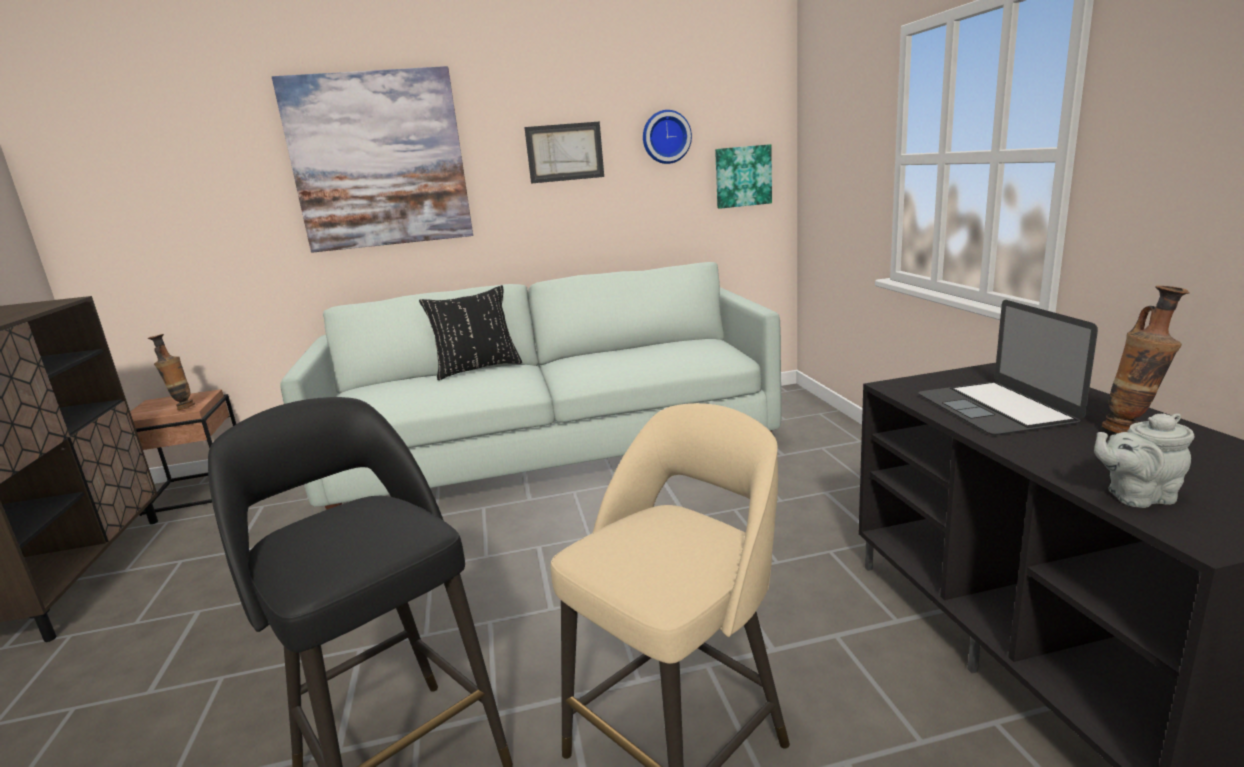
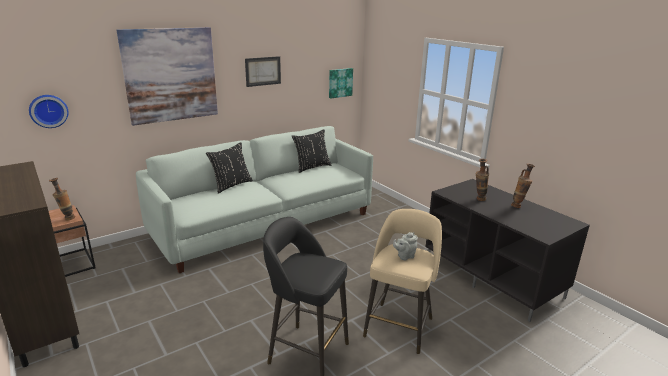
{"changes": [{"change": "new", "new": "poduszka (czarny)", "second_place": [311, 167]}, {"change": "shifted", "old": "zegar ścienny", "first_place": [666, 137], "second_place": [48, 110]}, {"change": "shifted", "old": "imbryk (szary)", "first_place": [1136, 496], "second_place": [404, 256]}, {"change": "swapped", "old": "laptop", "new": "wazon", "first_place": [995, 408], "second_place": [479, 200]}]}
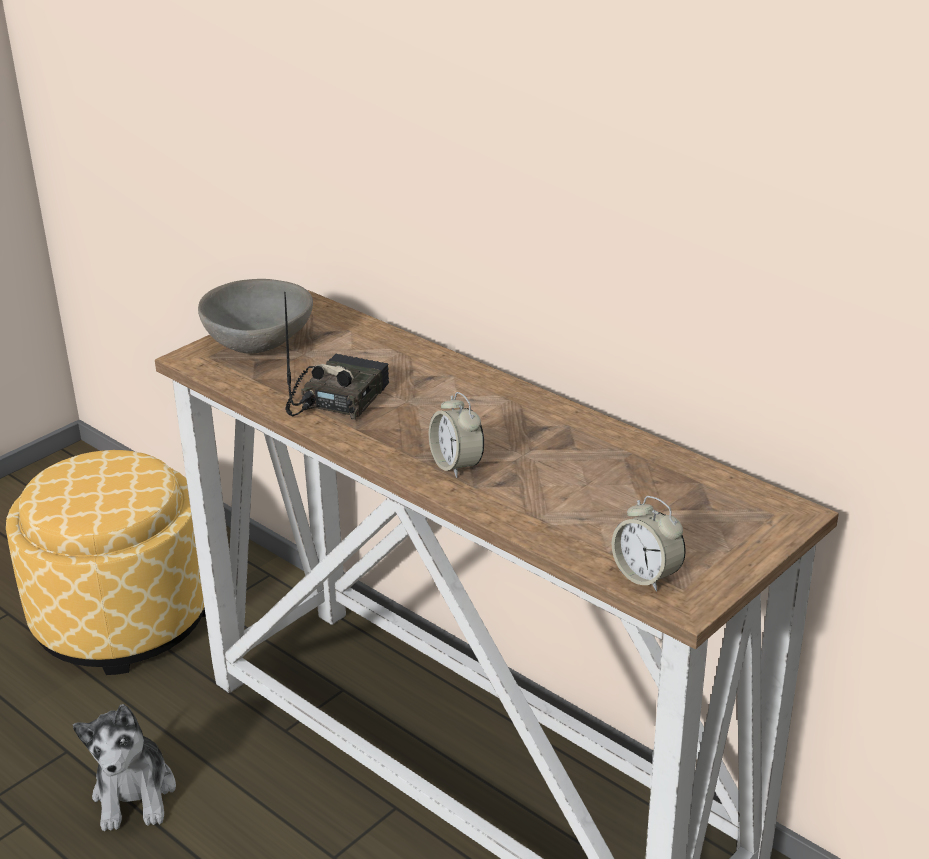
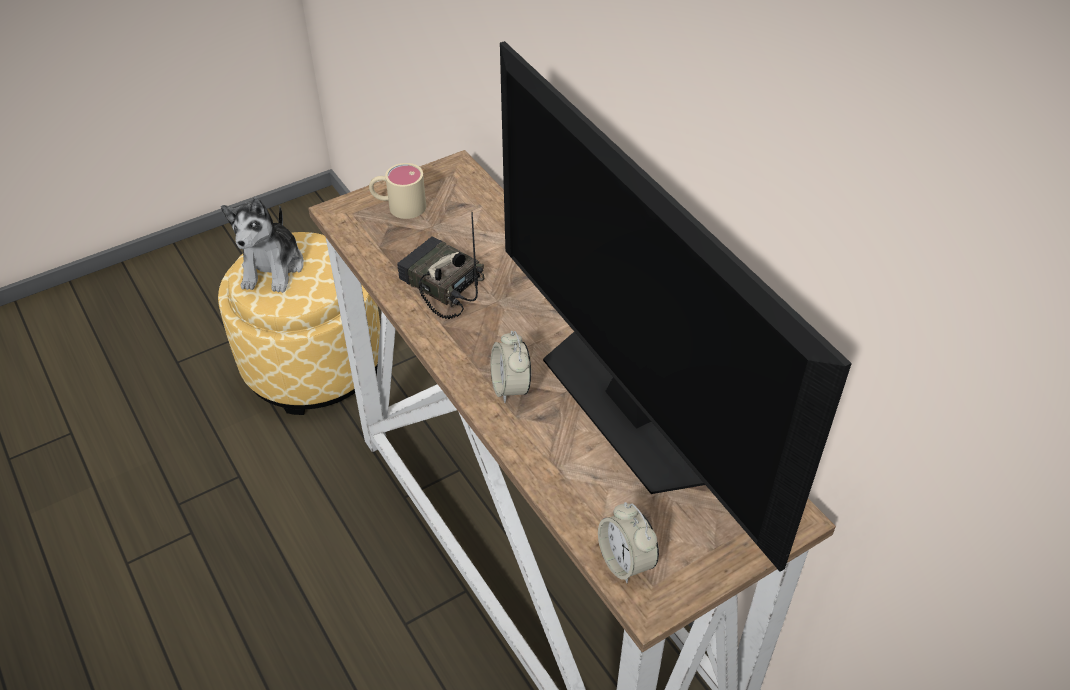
{"changes": [{"change": "new", "new": "telewizor", "second_place": [630, 407]}, {"change": "shifted", "old": "pluszak", "first_place": [135, 794], "second_place": [273, 268]}, {"change": "swapped", "old": "miska (szary)", "new": "kubek (beżowy)", "first_place": [258, 343], "second_place": [398, 206]}, {"change": "rotated", "old": "radio", "first_place": [337, 398], "second_place": [440, 285], "degrees": -90}]}
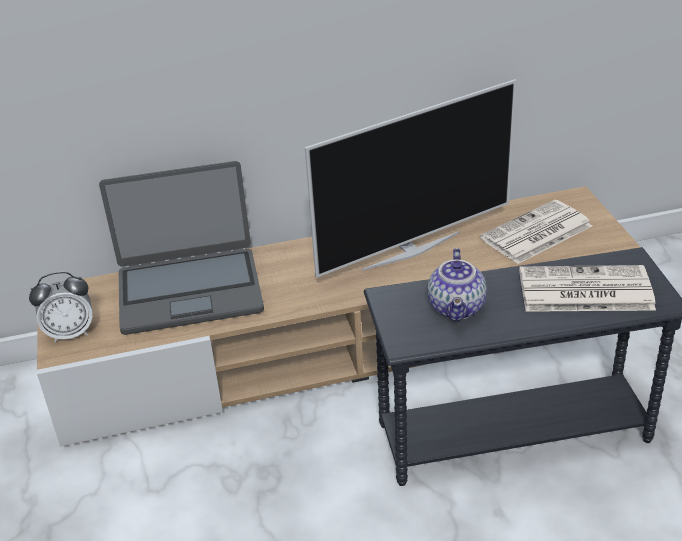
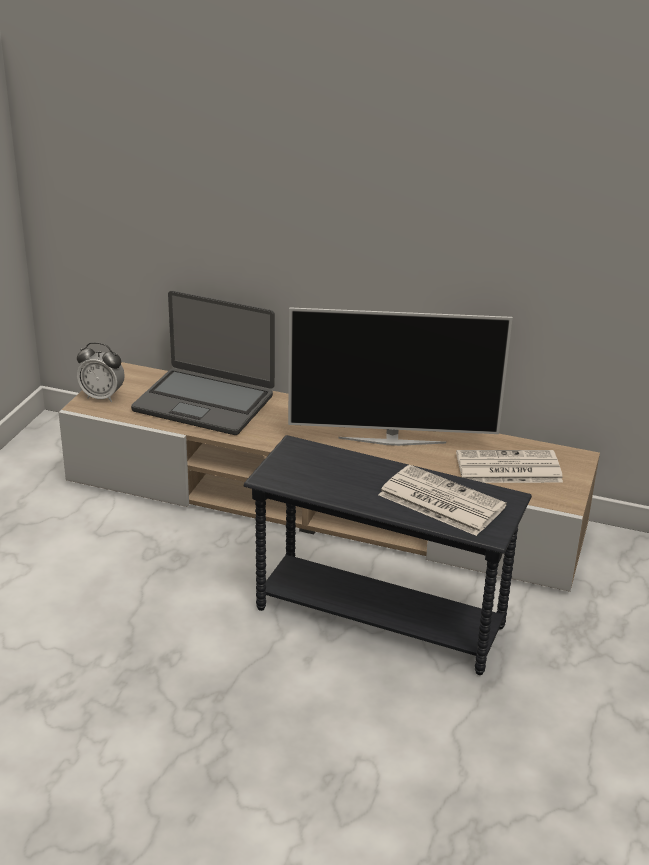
{"changes": [{"change": "gone", "old": "imbryk", "first_place": [458, 308]}]}
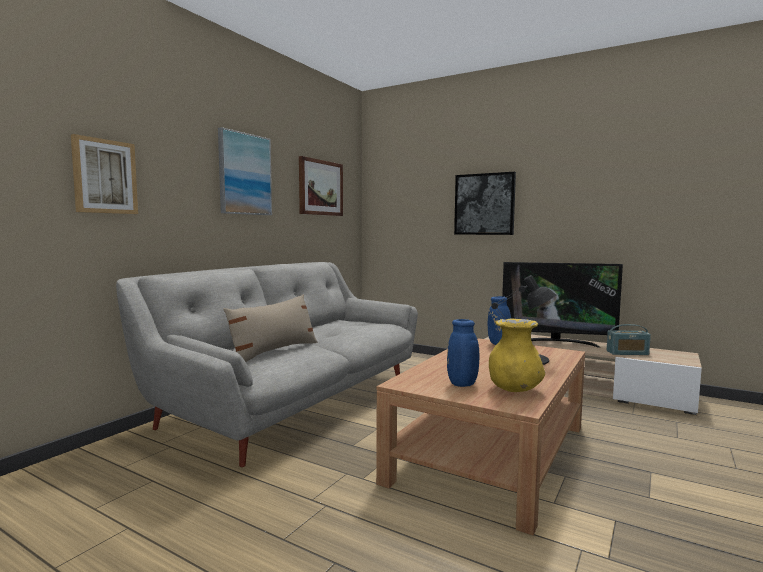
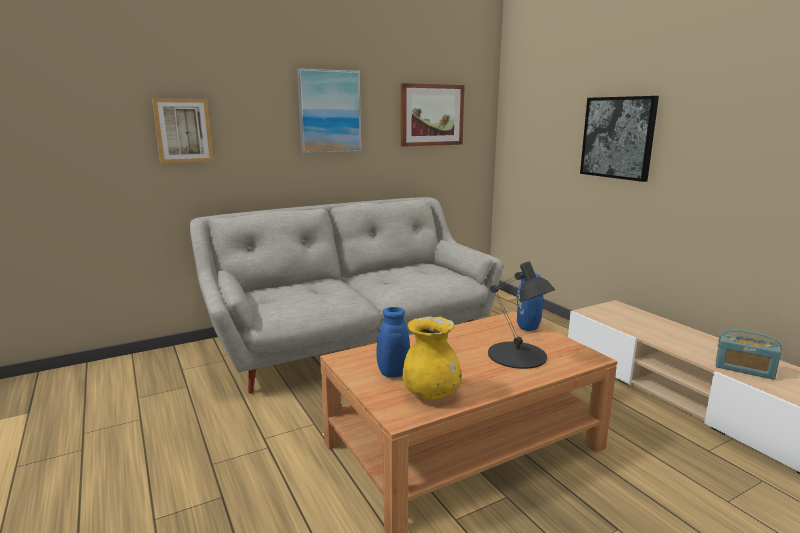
{"changes": [{"change": "gone", "old": "poduszka (beżowy)", "first_place": [274, 352]}, {"change": "gone", "old": "telewizor", "first_place": [556, 342]}]}
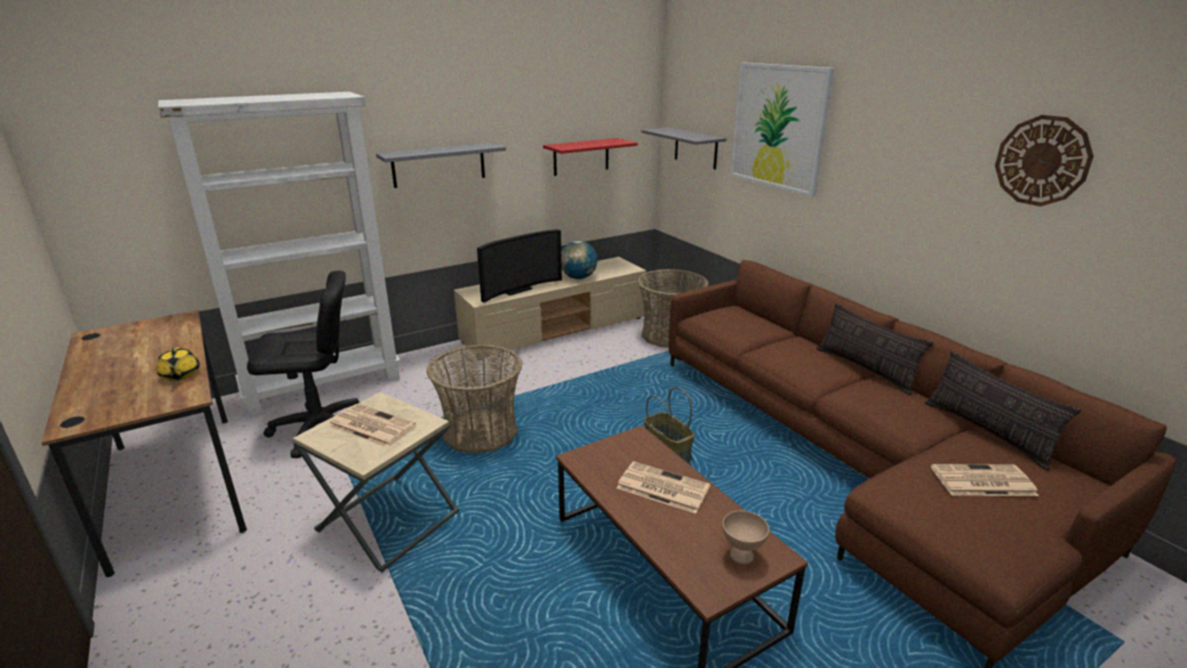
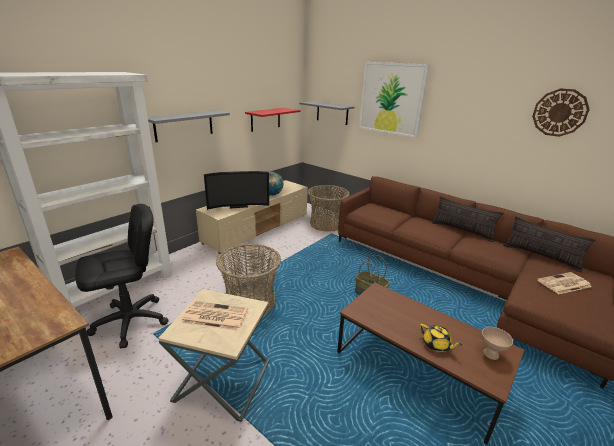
{"changes": [{"change": "gone", "old": "gazeta", "first_place": [661, 487]}, {"change": "shifted", "old": "imbryk (żółty)", "first_place": [180, 375], "second_place": [436, 345]}, {"change": "rotated", "old": "telewizor", "first_place": [516, 290], "second_place": [238, 205], "degrees": 45}]}
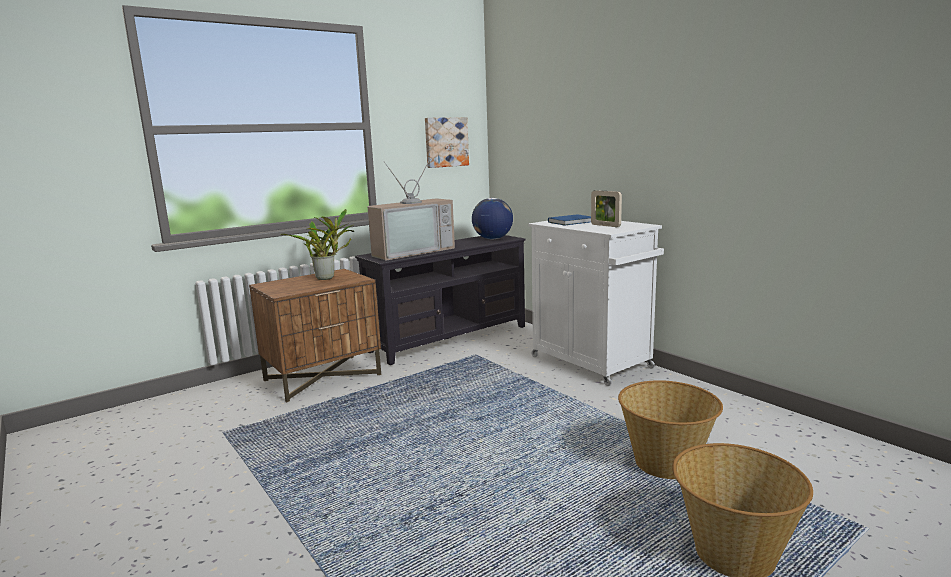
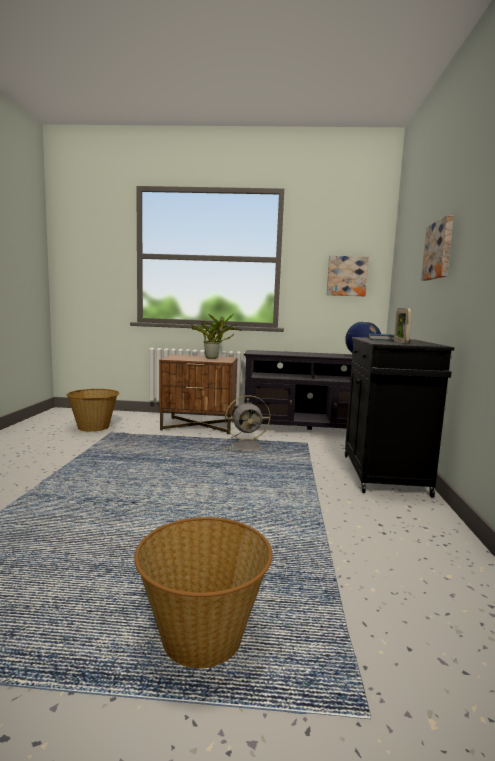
{"changes": [{"change": "gone", "old": "telewizor", "first_place": [411, 251]}, {"change": "new", "new": "wentylator (szary)", "second_place": [248, 446]}, {"change": "new", "new": "obraz", "second_place": [439, 250]}, {"change": "shifted", "old": "koszyk", "first_place": [666, 463], "second_place": [94, 427]}, {"change": "repainted", "old": "szafka (biały)", "new": "szafka (czarny)", "first_place": [592, 363], "second_place": [384, 475]}]}
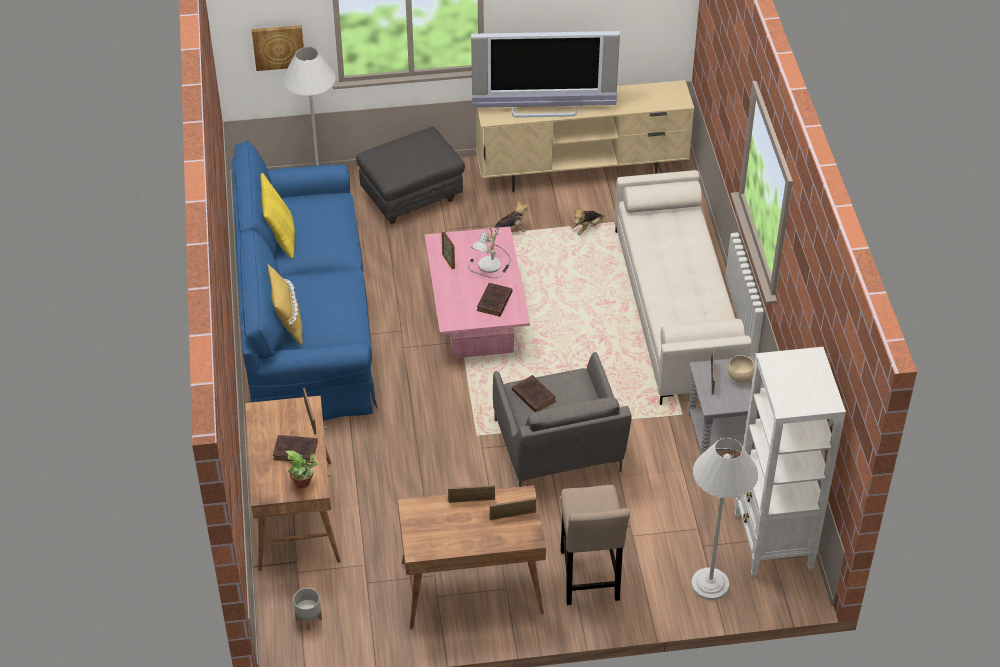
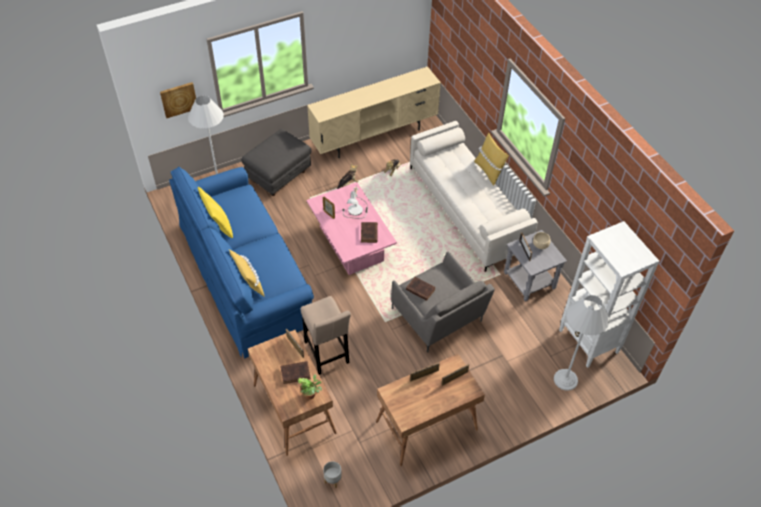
{"changes": [{"change": "gone", "old": "telewizor", "first_place": [544, 108]}, {"change": "new", "new": "poduszka (żółty)", "second_place": [488, 171]}, {"change": "shifted", "old": "stołek (beżowy)", "first_place": [589, 579], "second_place": [327, 355]}]}
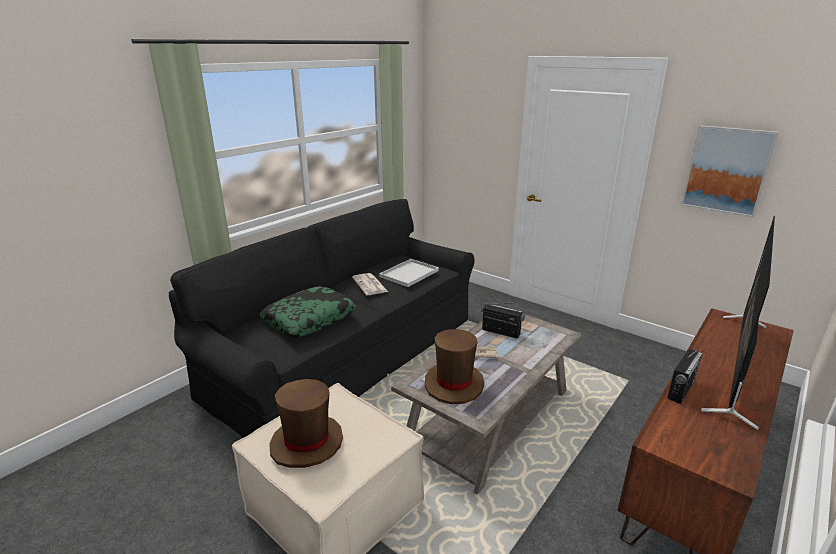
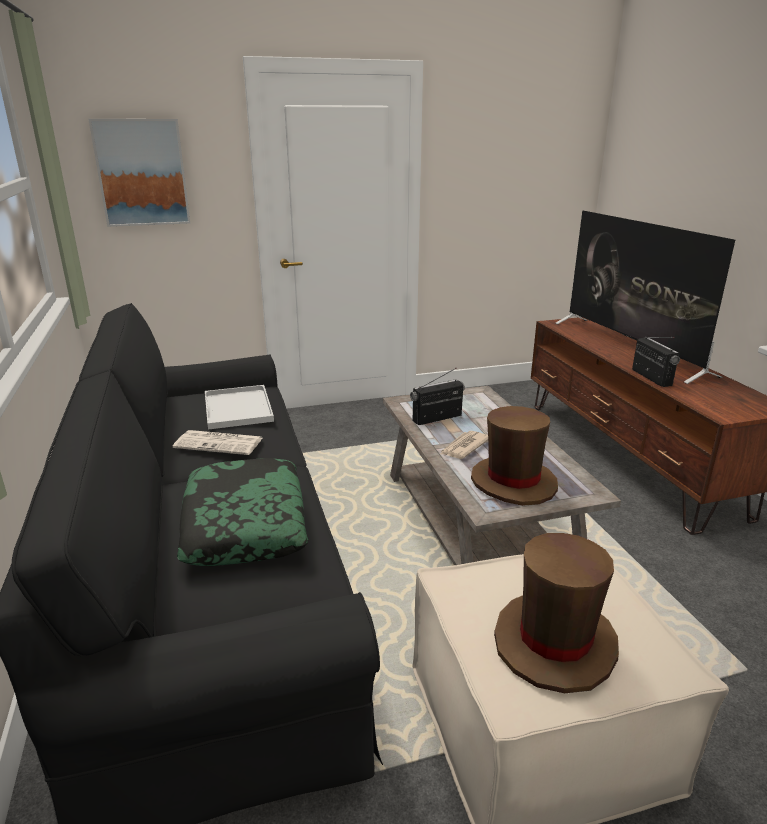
{"changes": [{"change": "shifted", "old": "obraz", "first_place": [727, 170], "second_place": [142, 173]}]}
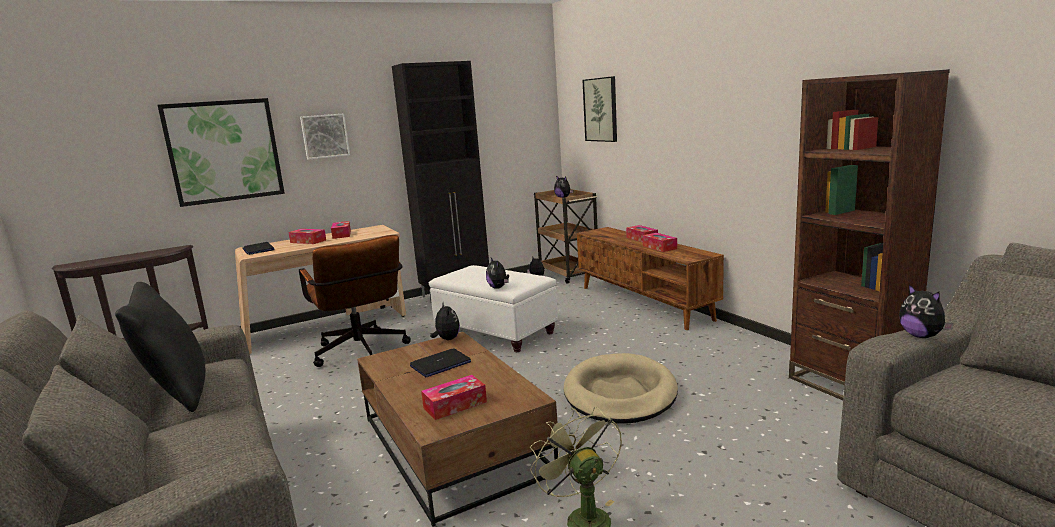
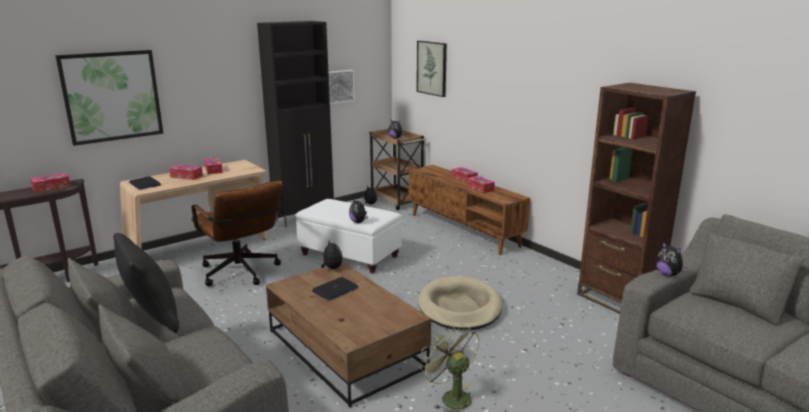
{"changes": [{"change": "shifted", "old": "obraz", "first_place": [325, 136], "second_place": [339, 86]}, {"change": "shifted", "old": "pudełko chusteczek", "first_place": [455, 405], "second_place": [51, 187]}]}
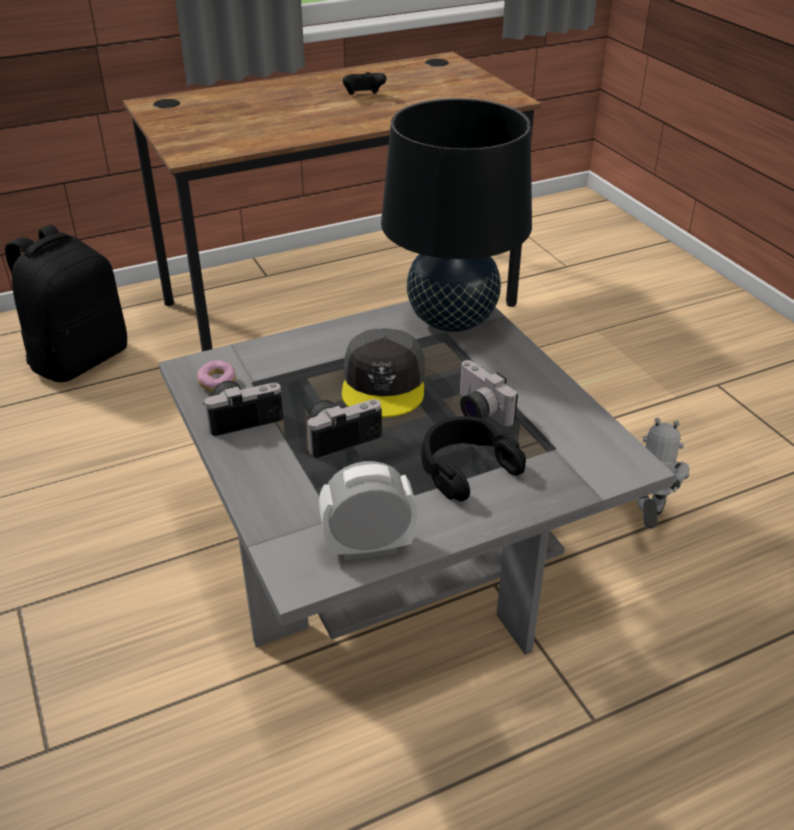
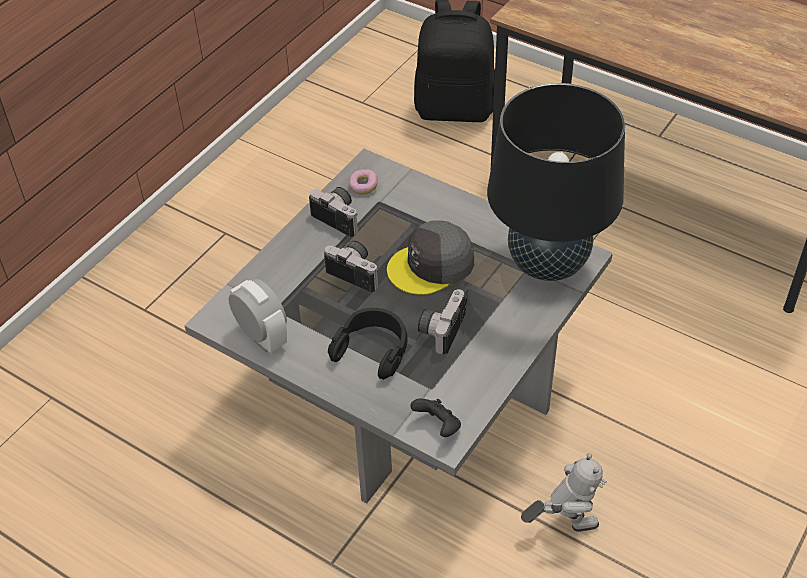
{"changes": [{"change": "shifted", "old": "pad do gier (czarny)", "first_place": [363, 96], "second_place": [438, 426]}]}
